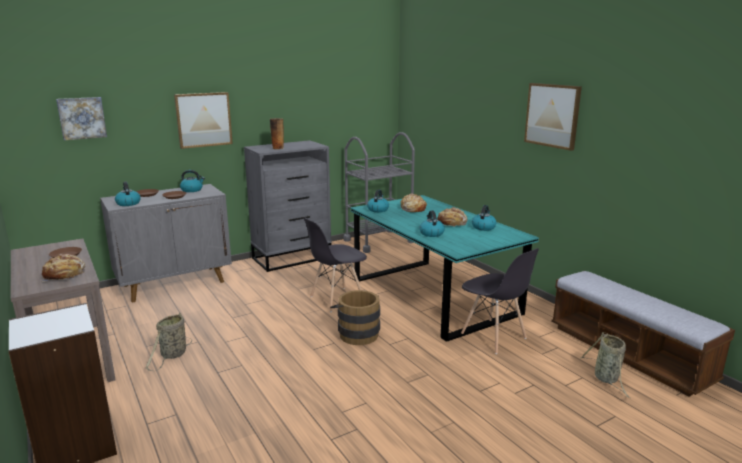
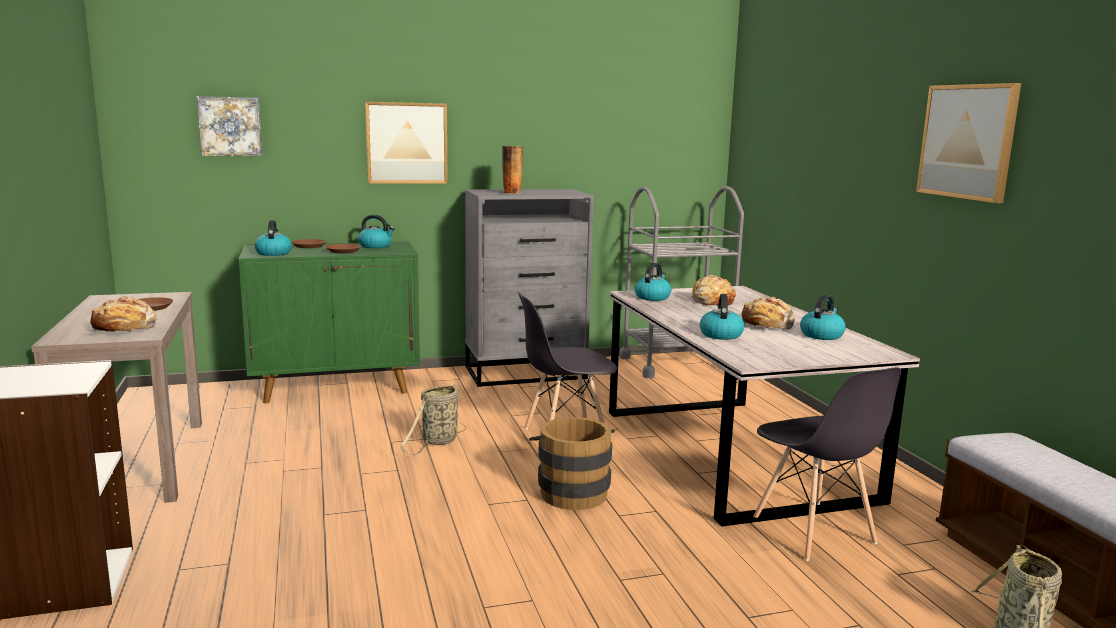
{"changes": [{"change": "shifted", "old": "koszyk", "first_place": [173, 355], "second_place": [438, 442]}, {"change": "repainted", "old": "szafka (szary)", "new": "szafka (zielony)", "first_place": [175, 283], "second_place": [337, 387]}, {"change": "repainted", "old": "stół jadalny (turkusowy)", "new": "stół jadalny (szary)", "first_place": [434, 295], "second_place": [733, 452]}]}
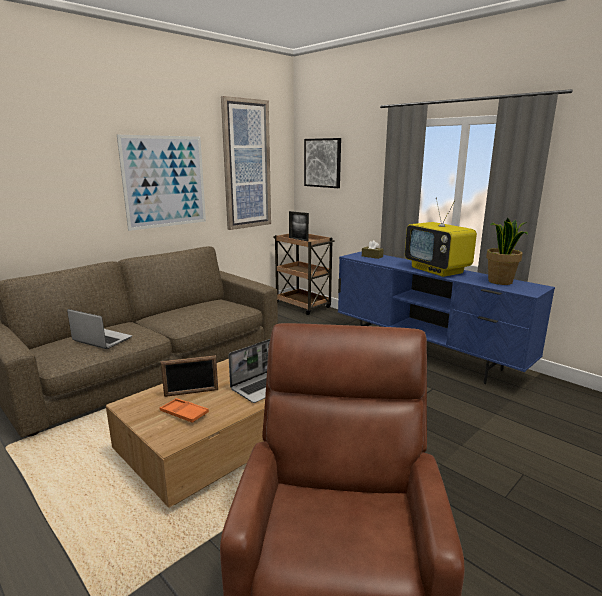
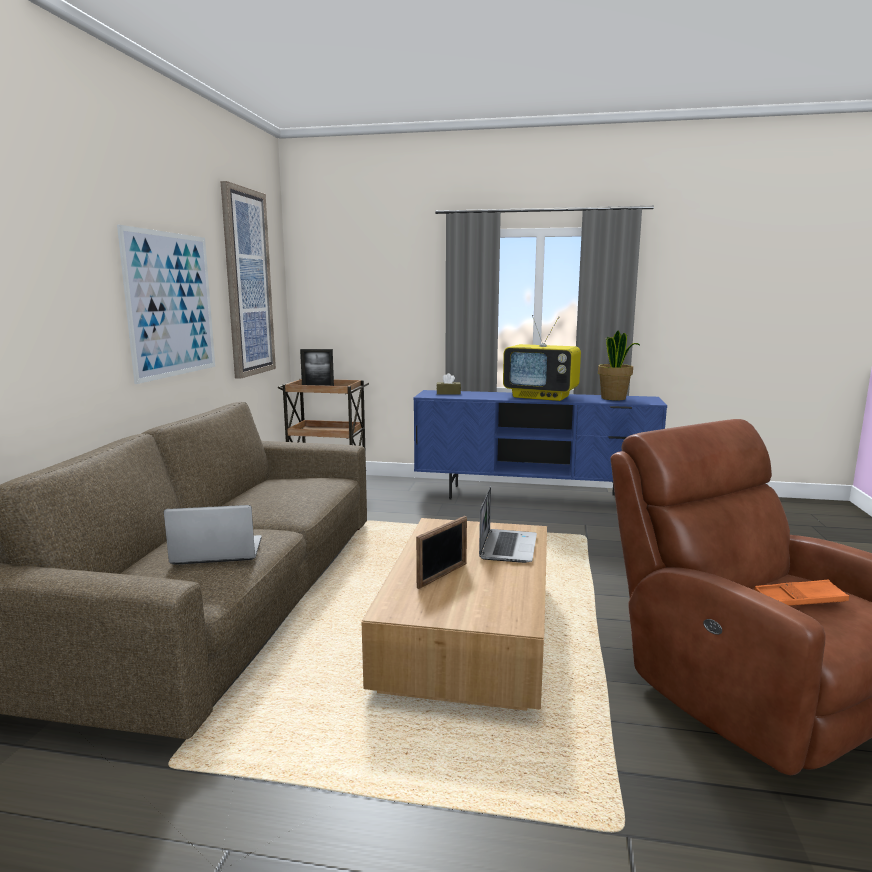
{"changes": [{"change": "gone", "old": "obraz", "first_place": [322, 163]}, {"change": "shifted", "old": "taca (pomarańczowy)", "first_place": [184, 413], "second_place": [799, 599]}]}
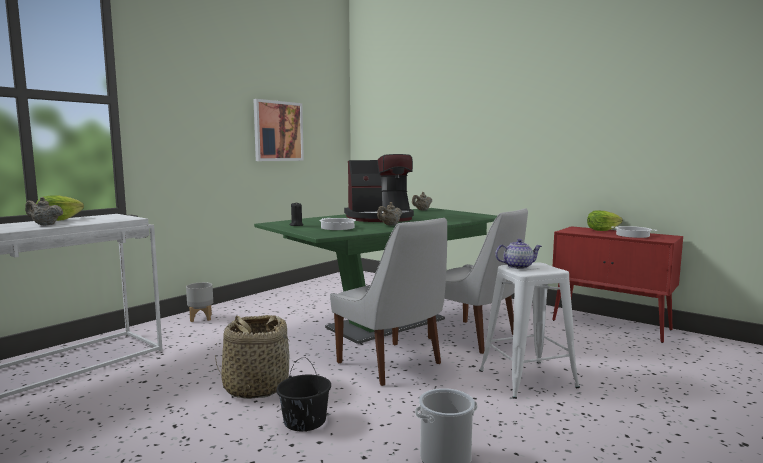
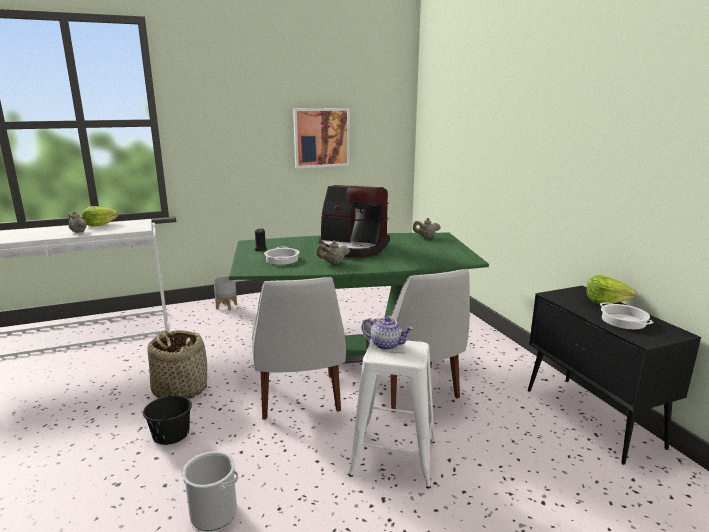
{"changes": [{"change": "repainted", "old": "szafka (czerwony)", "new": "szafka (czarny)", "first_place": [611, 325], "second_place": [592, 418]}]}
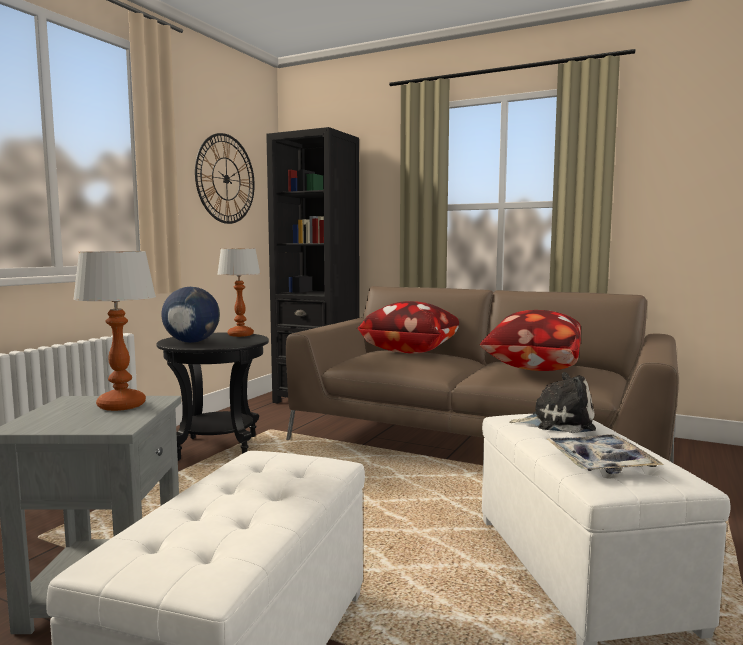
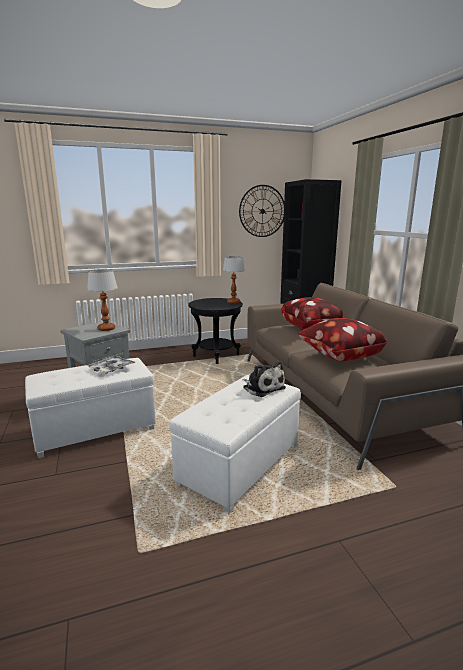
{"changes": [{"change": "gone", "old": "globus", "first_place": [191, 342]}, {"change": "shifted", "old": "taca", "first_place": [600, 463], "second_place": [111, 368]}]}
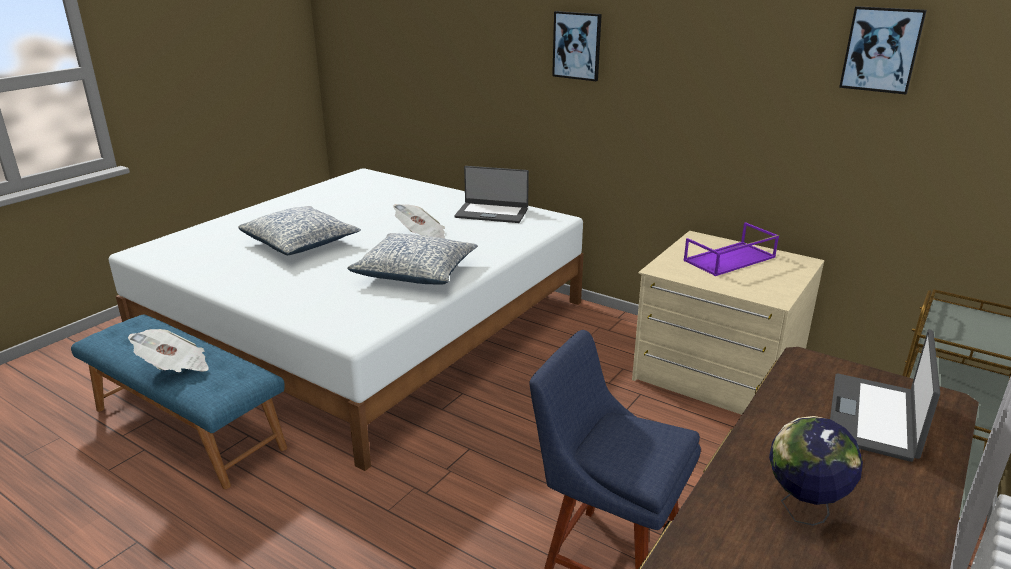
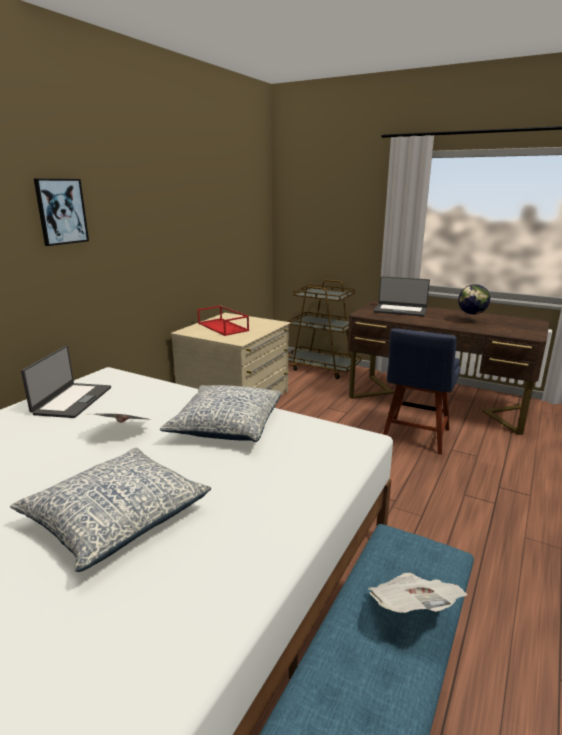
{"changes": [{"change": "gone", "old": "obraz", "first_place": [881, 49]}, {"change": "repainted", "old": "taca (fioletowy)", "new": "taca (czerwony)", "first_place": [729, 259], "second_place": [223, 327]}]}
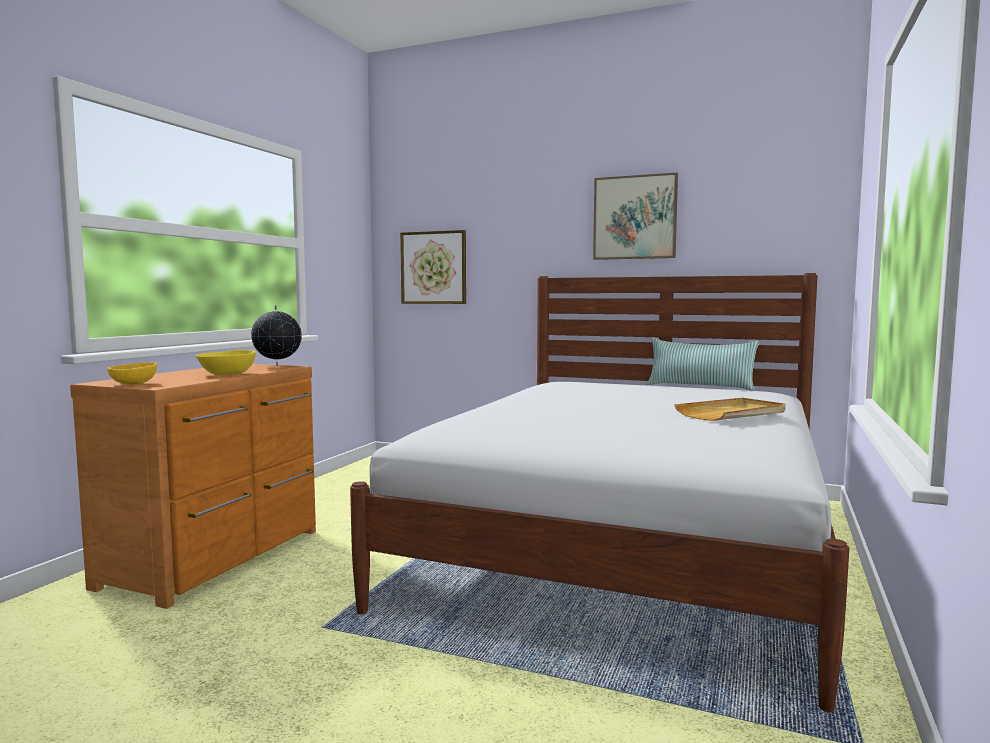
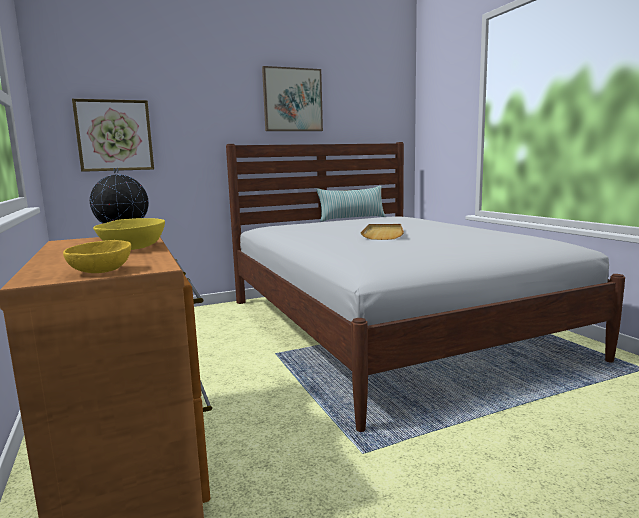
{"changes": [{"change": "shifted", "old": "taca (beżowy)", "first_place": [732, 413], "second_place": [383, 234]}]}
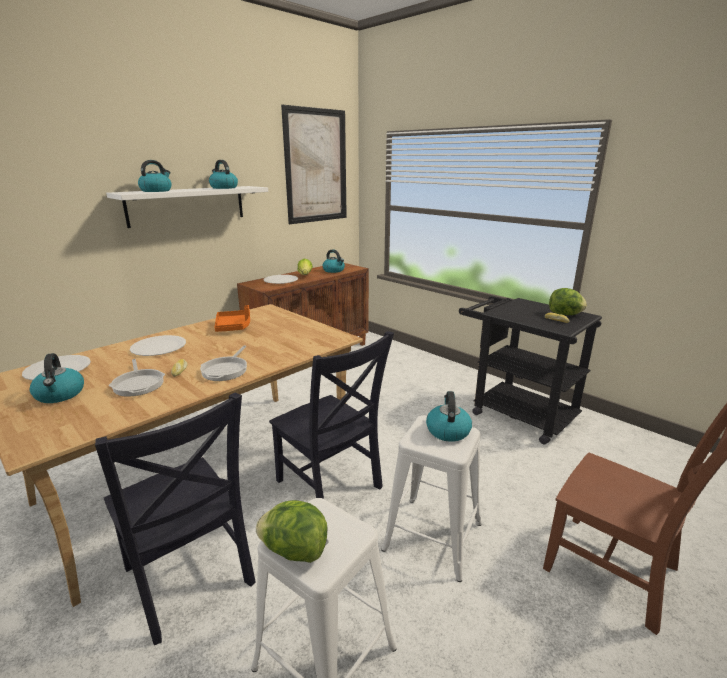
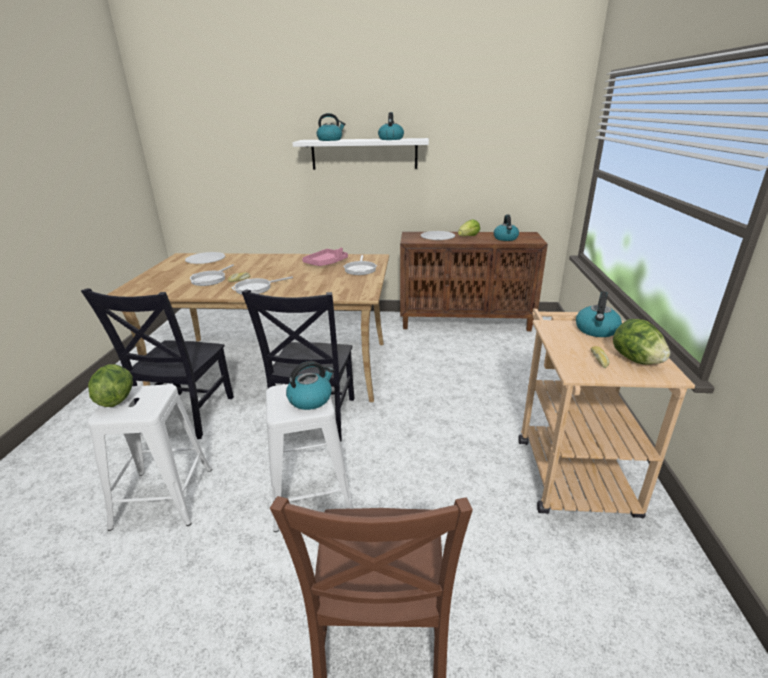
{"changes": [{"change": "gone", "old": "talerz (biały)", "first_place": [159, 347]}, {"change": "gone", "old": "obraz", "first_place": [316, 166]}, {"change": "new", "new": "patelnia", "second_place": [360, 269]}, {"change": "shifted", "old": "czajnik", "first_place": [60, 395], "second_place": [596, 330]}, {"change": "repainted", "old": "taca (pomarańczowy)", "new": "taca (różowy)", "first_place": [234, 326], "second_place": [326, 263]}, {"change": "repainted", "old": "wózek (czarny)", "new": "wózek (beżowy)", "first_place": [515, 412], "second_place": [570, 467]}]}
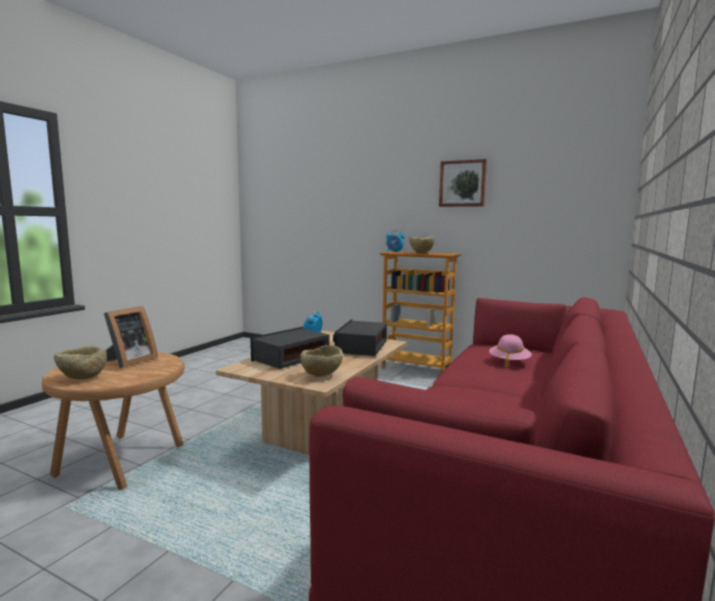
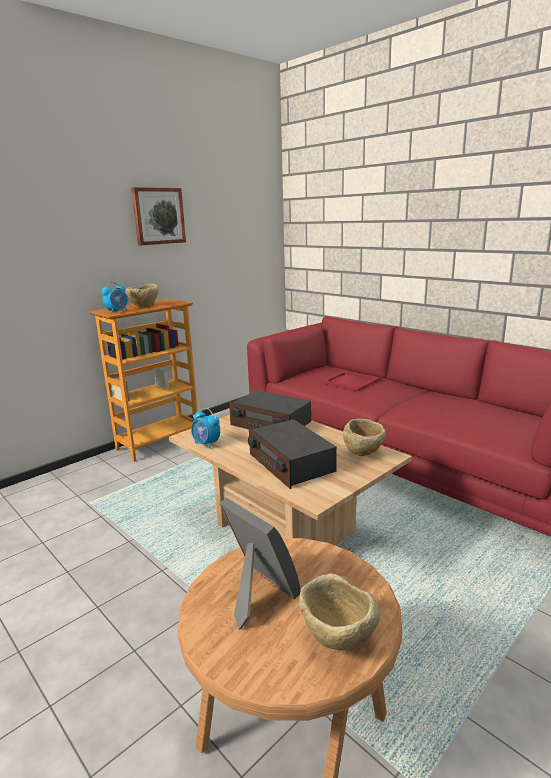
{"changes": [{"change": "swapped", "old": "kapelusz (różowy)", "new": "taca (czerwony)", "first_place": [509, 362], "second_place": [350, 381]}]}
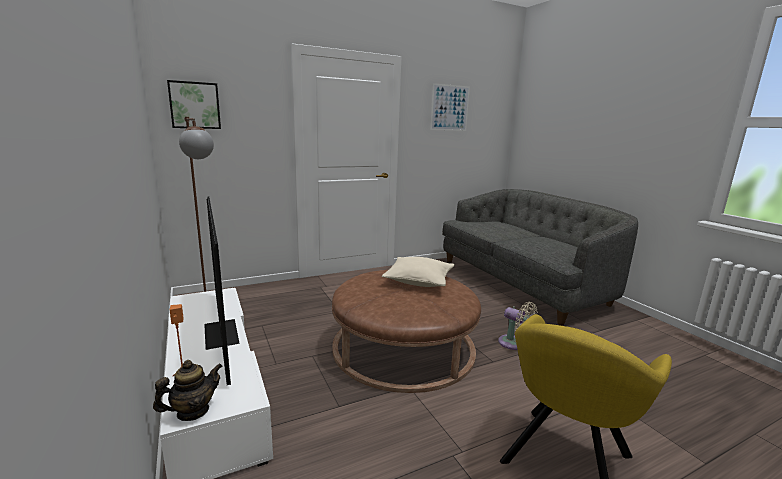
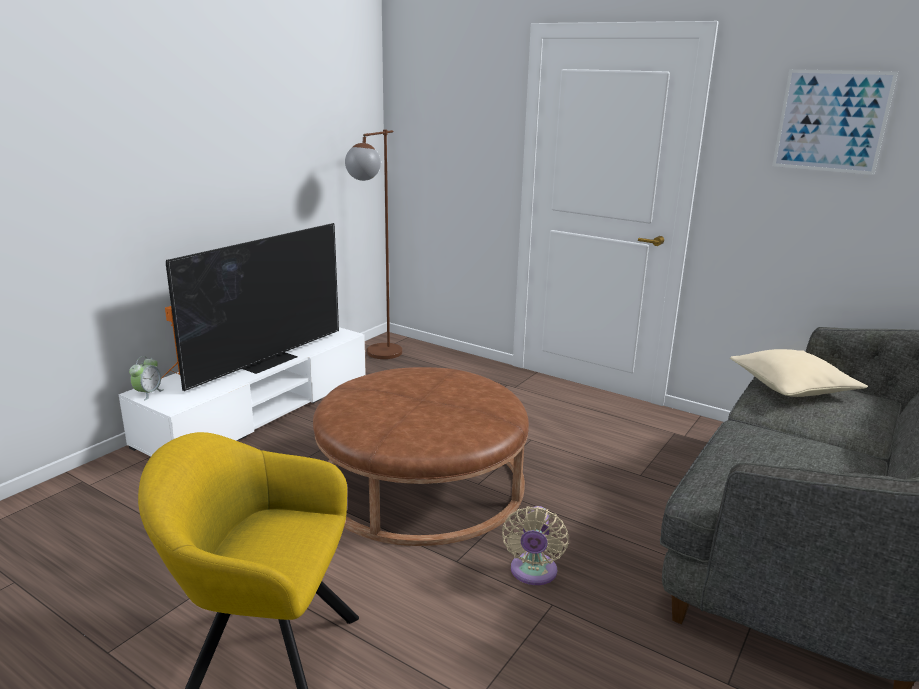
{"changes": [{"change": "gone", "old": "obraz", "first_place": [194, 105]}, {"change": "shifted", "old": "poduszka (beżowy)", "first_place": [419, 280], "second_place": [792, 387]}, {"change": "swapped", "old": "imbryk", "new": "budzik", "first_place": [192, 411], "second_place": [148, 393]}]}
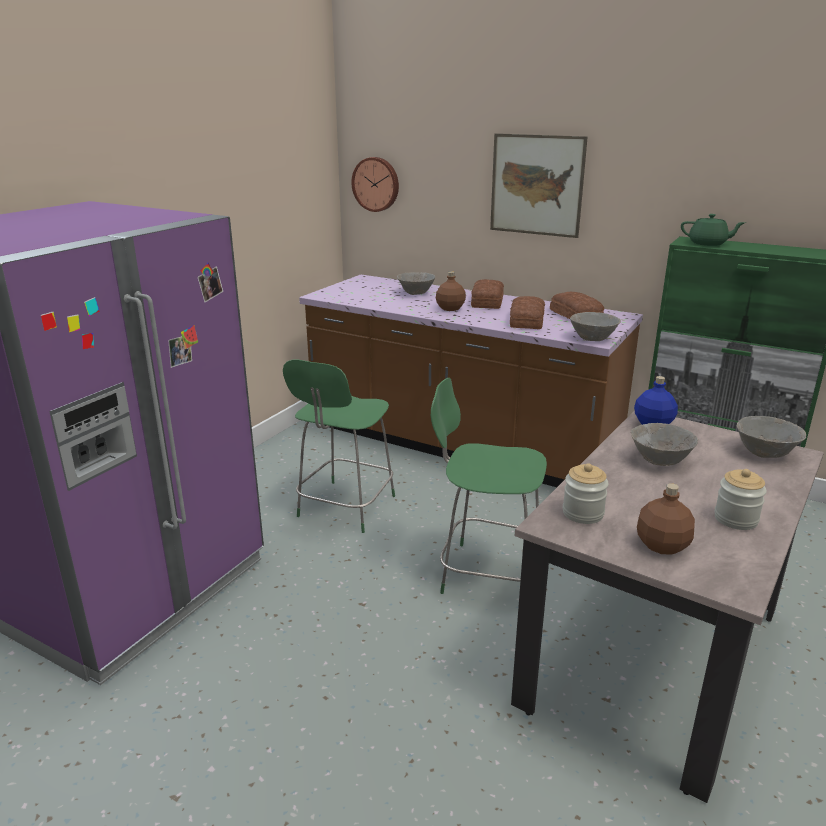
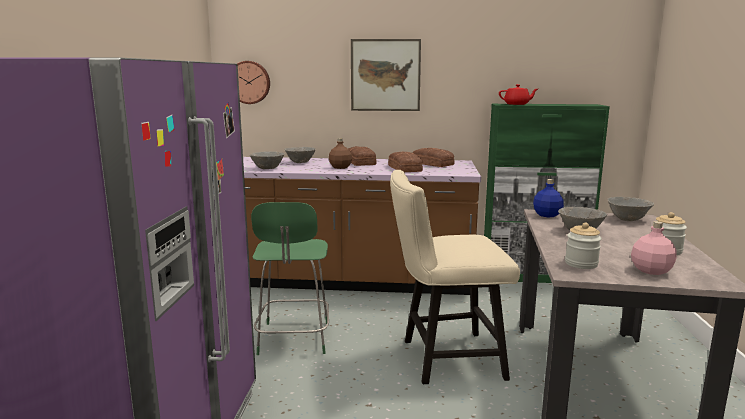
{"changes": [{"change": "shifted", "old": "miska (szary)", "first_place": [593, 339], "second_place": [268, 168]}, {"change": "swapped", "old": "stołek (zielony)", "new": "krzesło (beżowy)", "first_place": [487, 574], "second_place": [444, 359]}, {"change": "repainted", "old": "butelka (brązowy)", "new": "butelka (różowy)", "first_place": [662, 546], "second_place": [651, 271]}, {"change": "repainted", "old": "imbryk (zielony)", "new": "imbryk (czerwony)", "first_place": [708, 244], "second_place": [517, 104]}]}
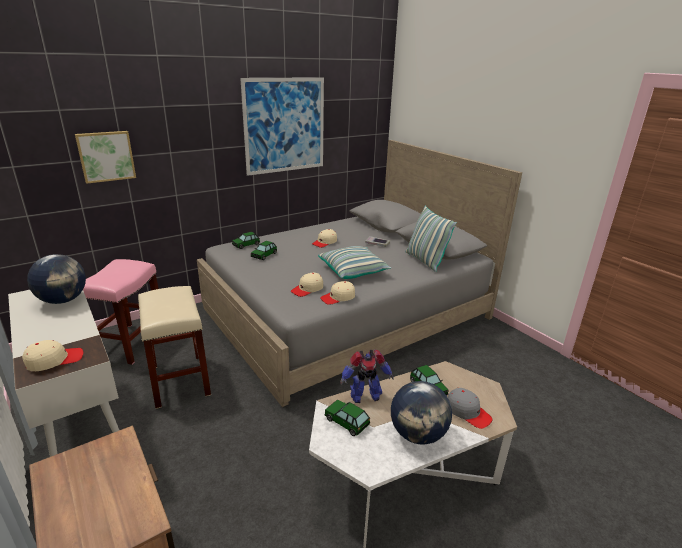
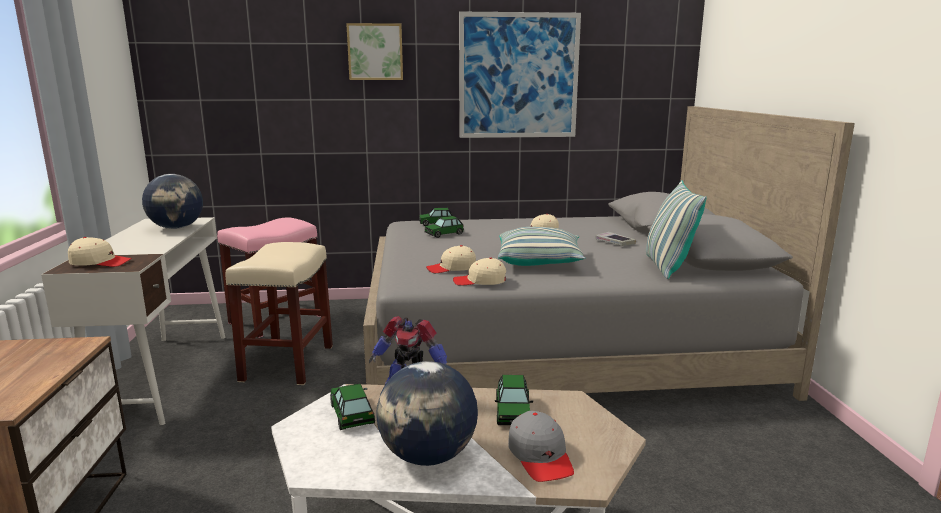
{"changes": [{"change": "shifted", "old": "obraz", "first_place": [106, 156], "second_place": [375, 52]}]}
